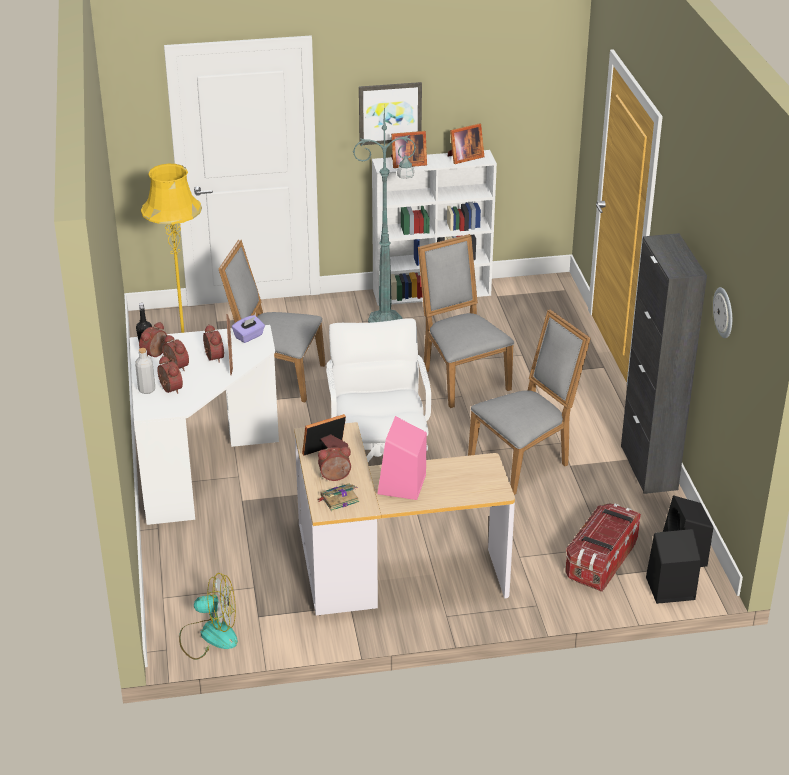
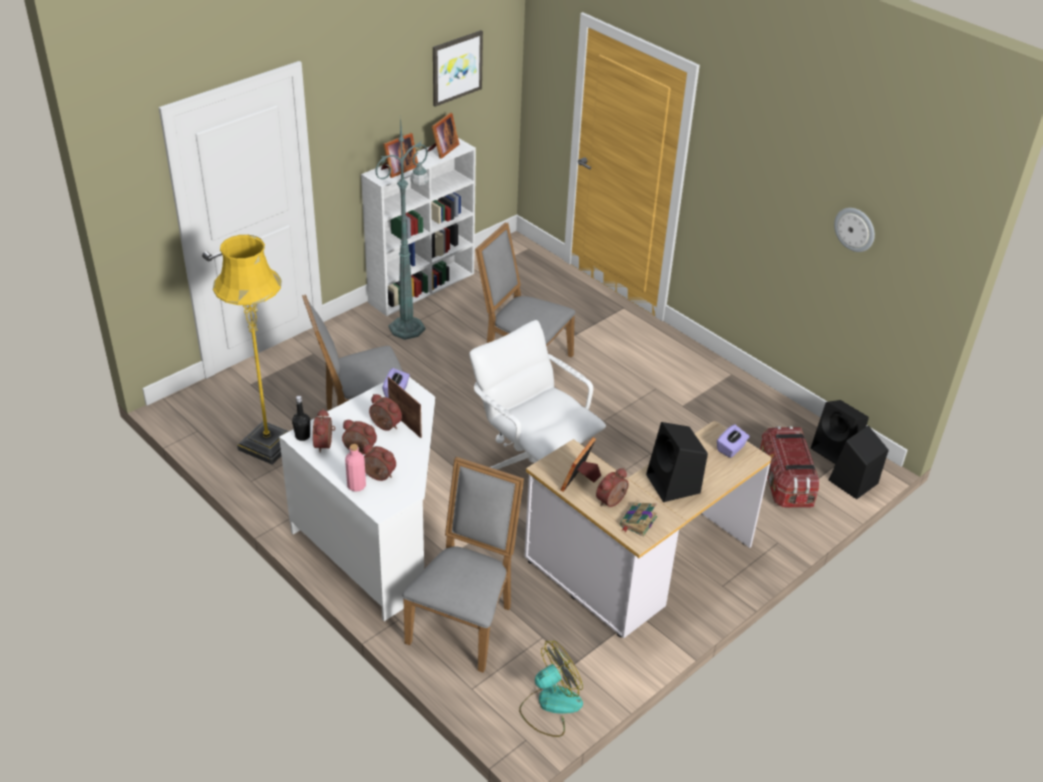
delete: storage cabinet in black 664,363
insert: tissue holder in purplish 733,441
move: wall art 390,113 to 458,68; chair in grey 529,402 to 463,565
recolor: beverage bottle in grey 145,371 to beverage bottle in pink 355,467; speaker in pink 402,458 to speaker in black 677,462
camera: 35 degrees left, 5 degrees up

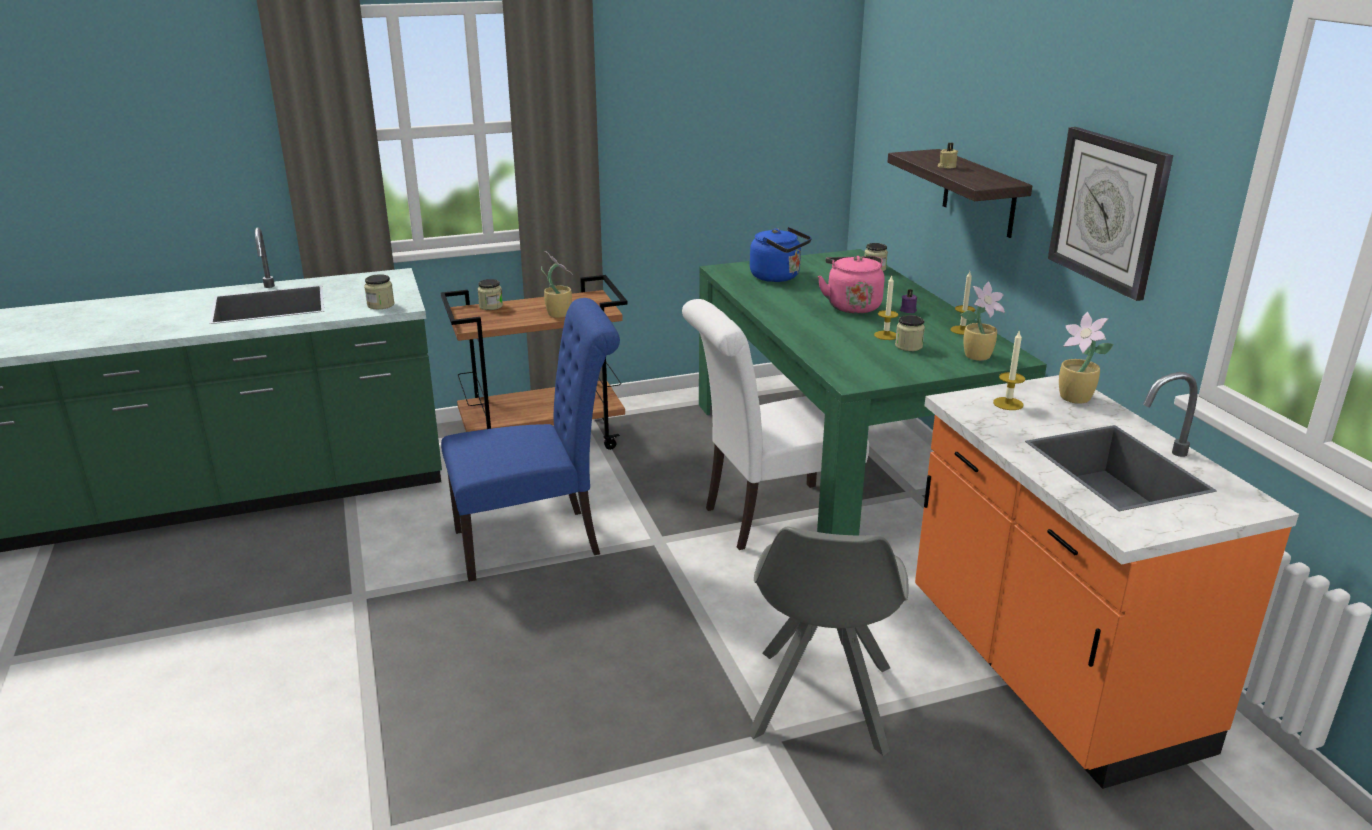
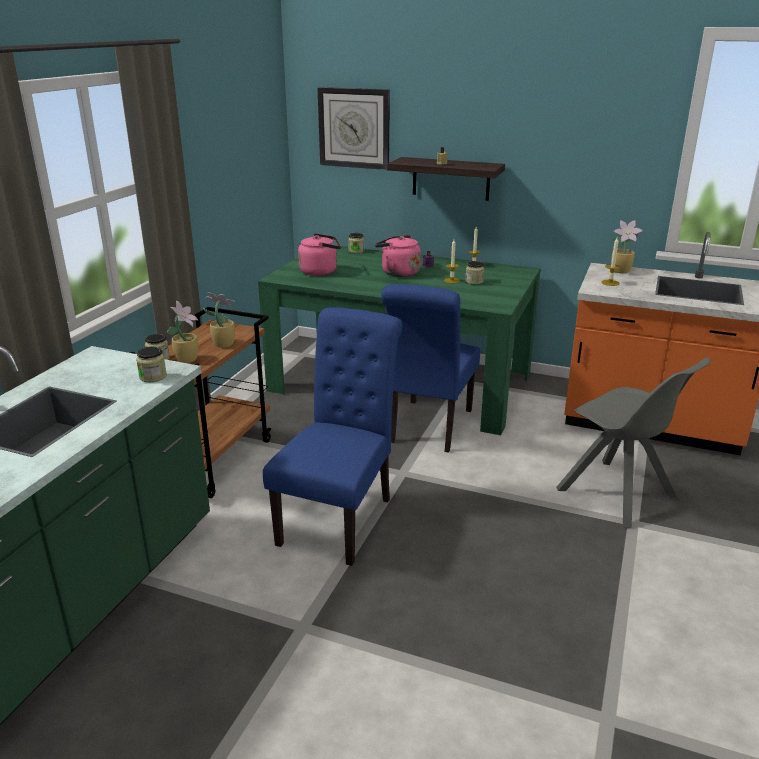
move: potted plant 982,321 to 182,332; clock on the wall 1110,214 to 354,128
recolor: chair in white-coloured 775,424 to chair in bluish 430,368; tea kettle in bluish 781,254 to tea kettle in pink 319,254
camera: 50 degrees left, 0 degrees up

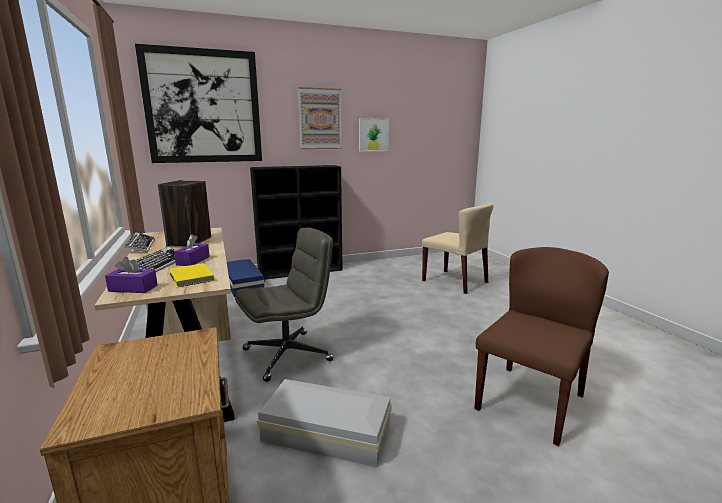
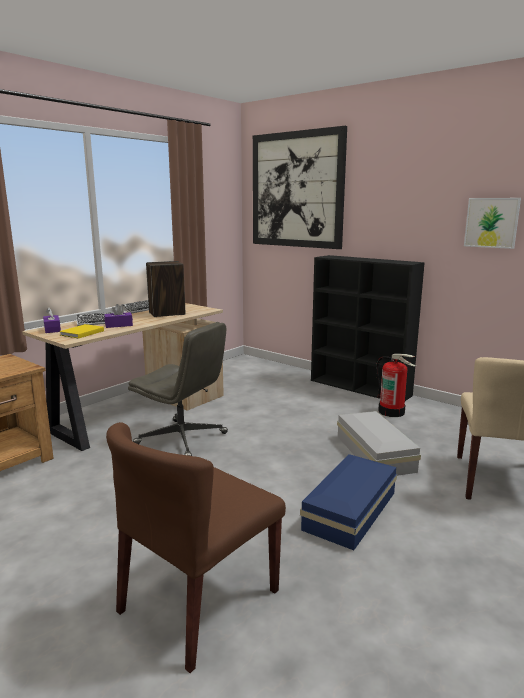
delete: wall art 320,118
insert: fire-fighting cylinder 396,385
move: storage container in bluish 246,278 to 348,502; storage container in white-coloured 324,423 to 379,443
rotate: chair in brown-coloured 541,346 = 196,547 120 degrees clockwise
camera: 60 degrees right, 0 degrees up

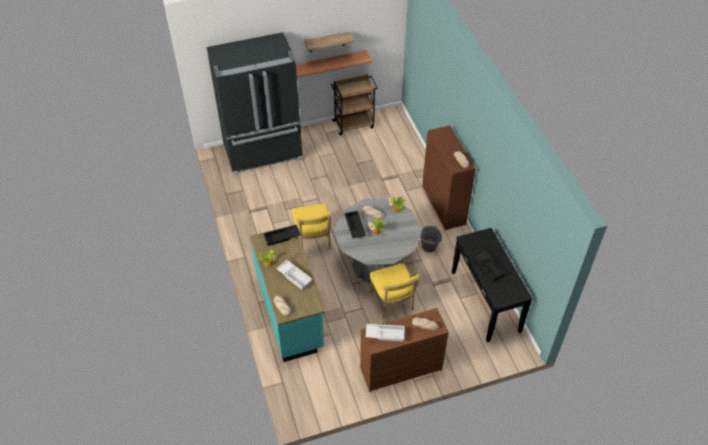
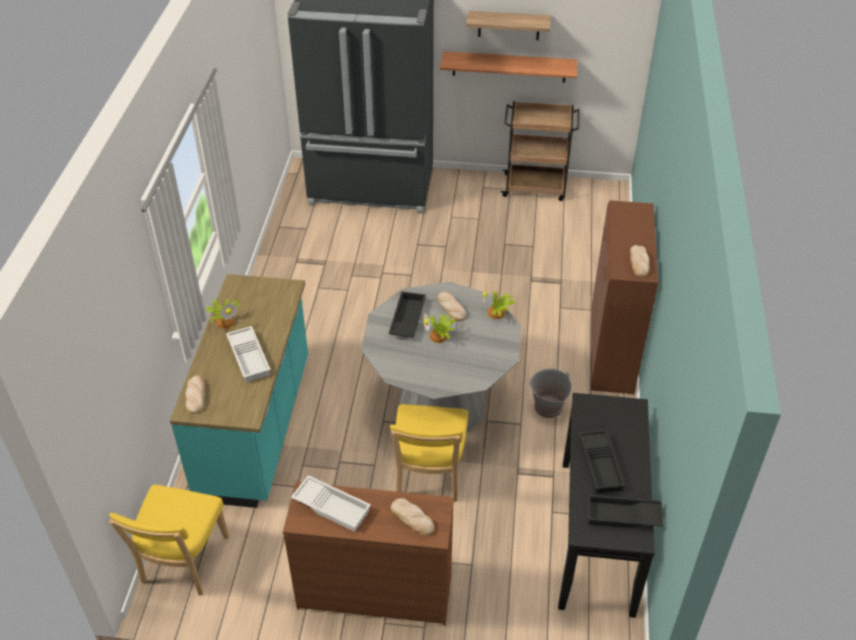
move: carrying tray in black 282,235 to 626,511; chair in yellowish 312,226 to 169,540
camera: 25 degrees right, 5 degrees down

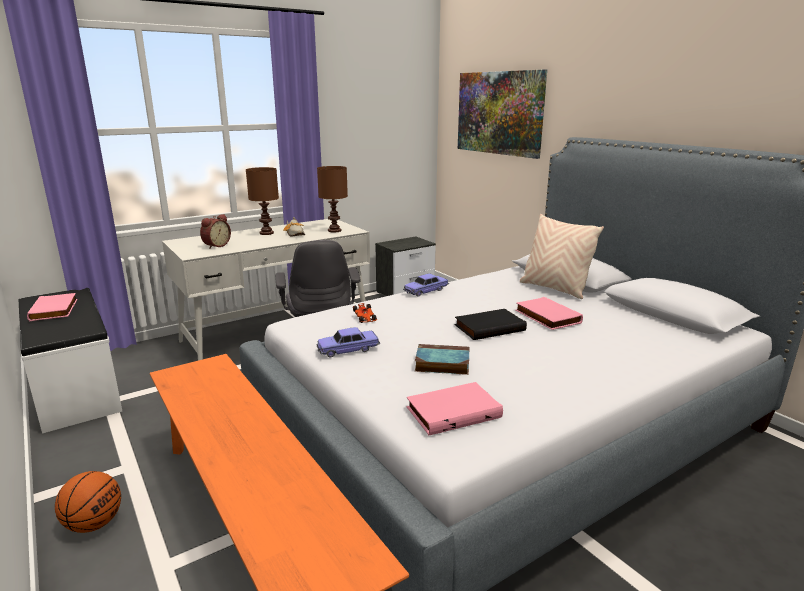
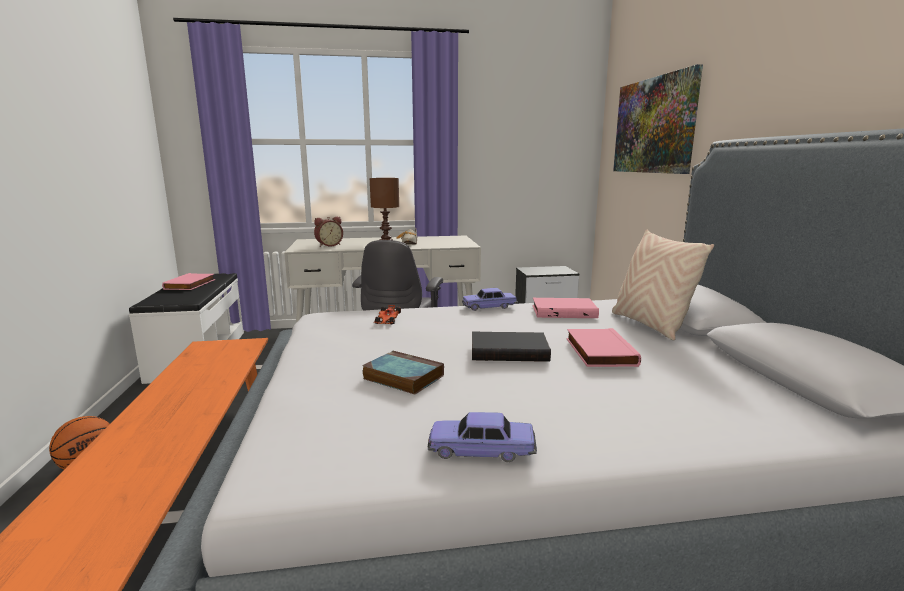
delete: tabletop lamp in brown-coloured 332,199
move: model car 348,342 to 482,437; book in pink 455,408 to 565,308
camera: 25 degrees right, 5 degrees down

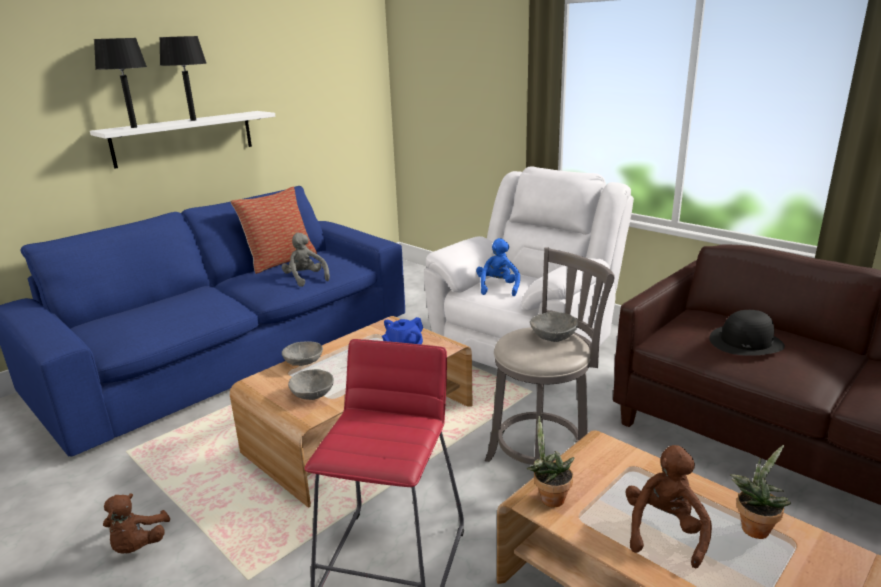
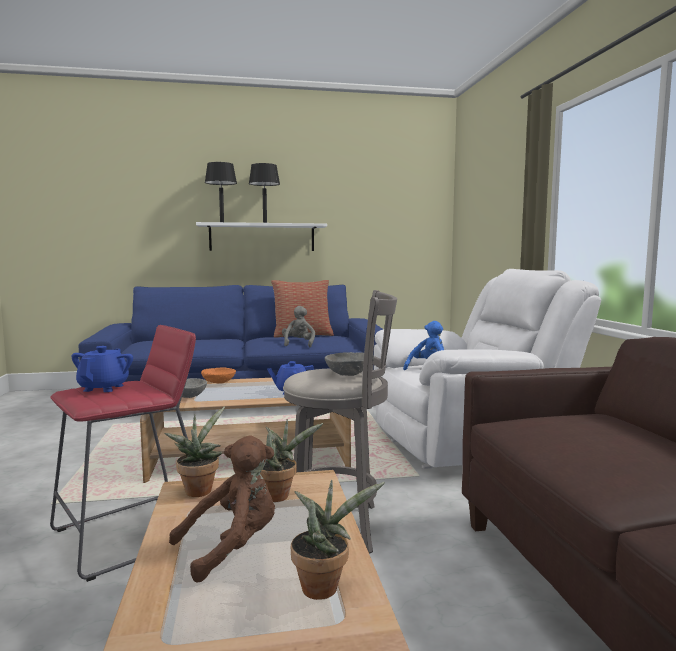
delete: cuddly toy in brown-coloured 136,523; clothing hat in black 747,333
insert: tea pot in bluish 102,369; potted plant 291,460
recolor: deep dish in grey 302,353 to deep dish in orange-coloured 218,375
camera: 35 degrees right, 15 degrees down

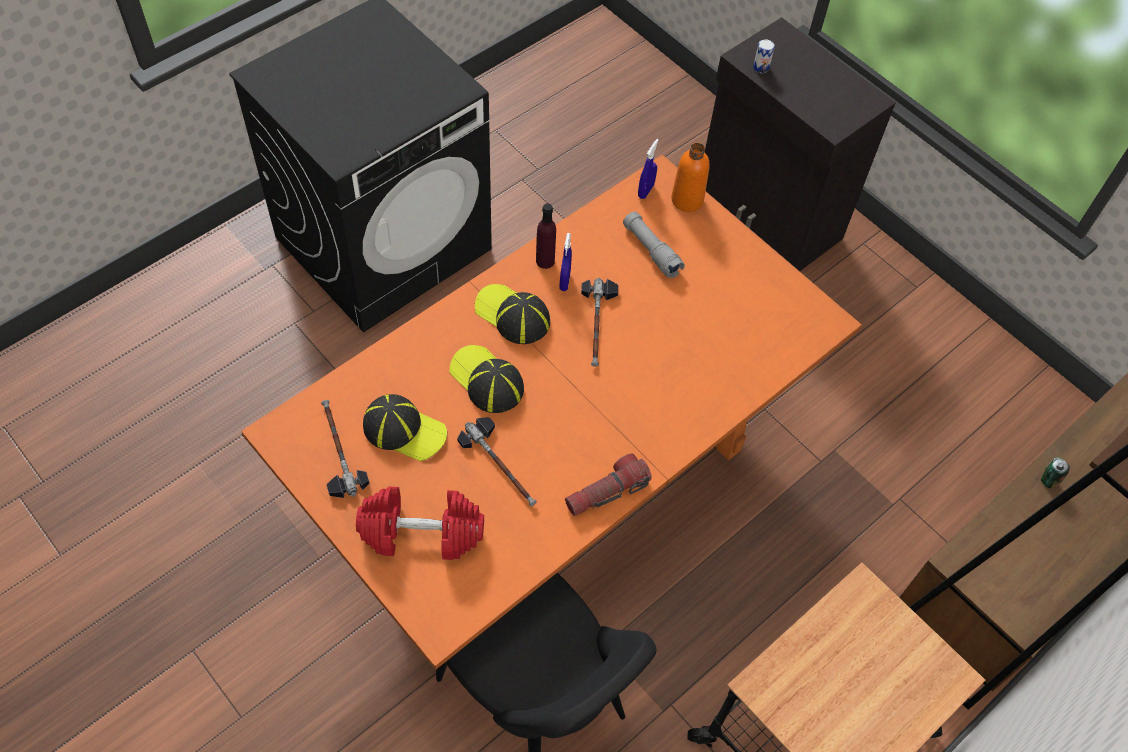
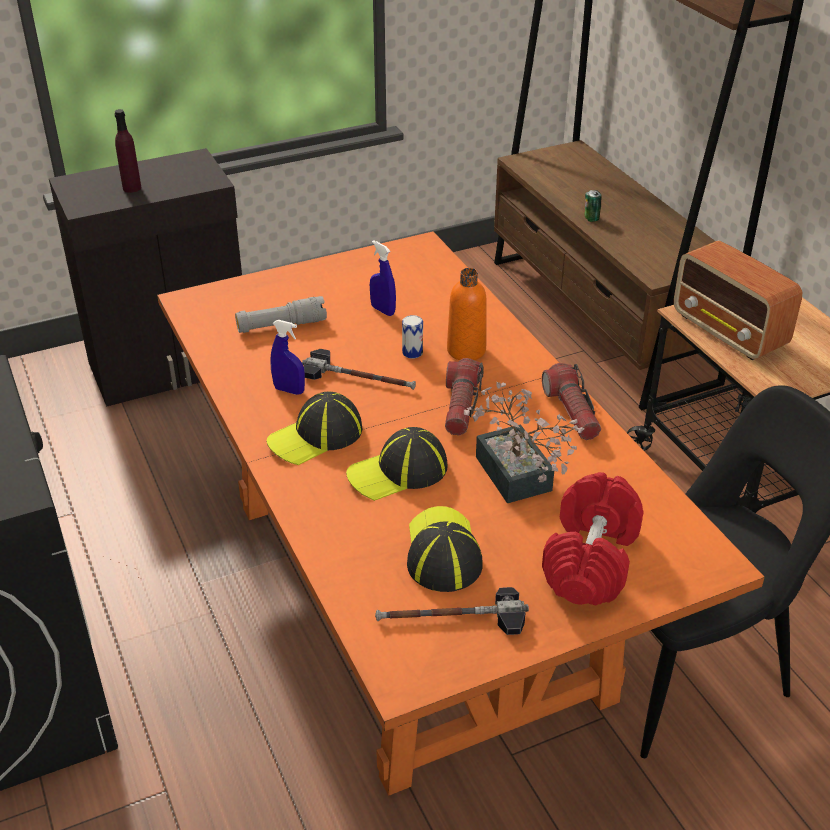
insert: flashlight 464,396; radio receiver 738,300
move: beverage bottle in purplish 546,236 to 127,151; spray bottle in bluish 648,169 to 383,278; beverage bottle in orange-coloured 690,177 to 467,314; can 764,56 to 412,337
replace: tool hammer 497,462 to potted plant 524,442
rotate: baseball cap 405,427 = 445,549 45 degrees counterclockwise
camera: 70 degrees left, 20 degrees down

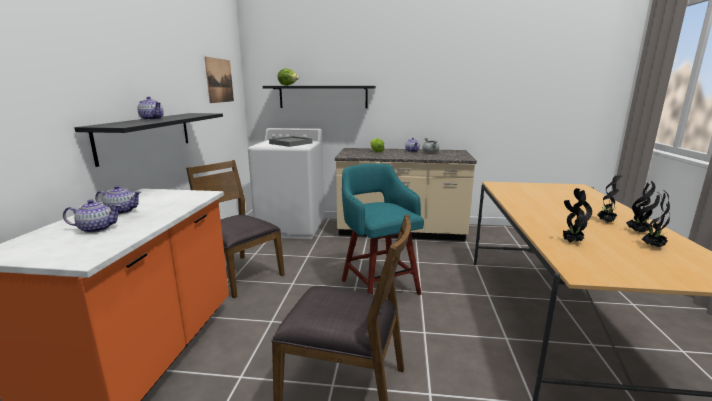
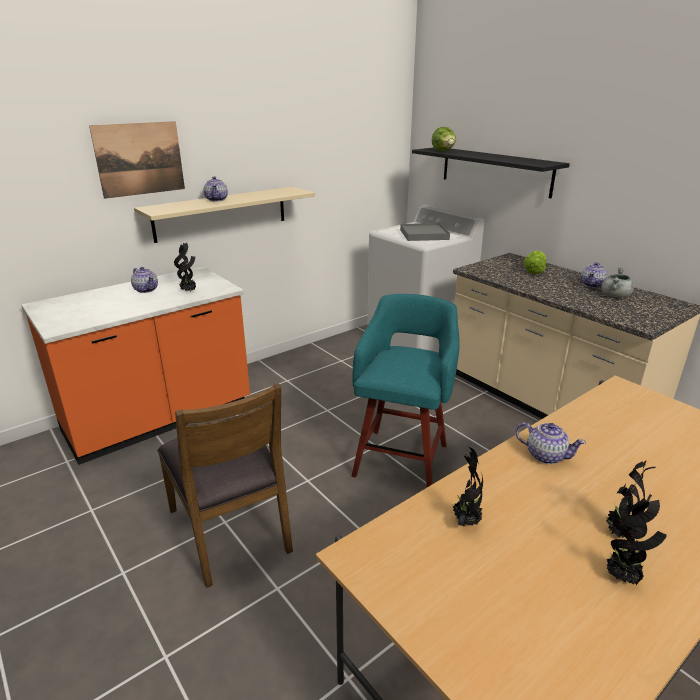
delete: chair in brown-coloured 235,229
move: tea pot 92,216 to 551,443; wall art 219,80 to 137,160; potted plant 656,219 to 185,267
recolor: bracket shelf in black 148,140 to bracket shelf in beige-coloured 224,215
camera: 45 degrees right, 10 degrees up

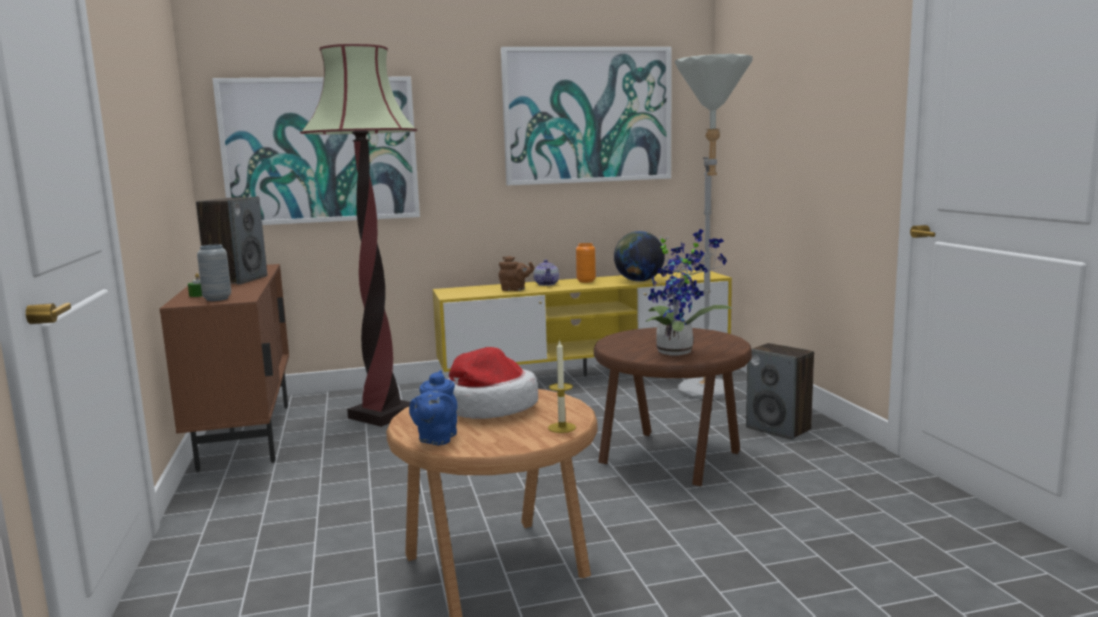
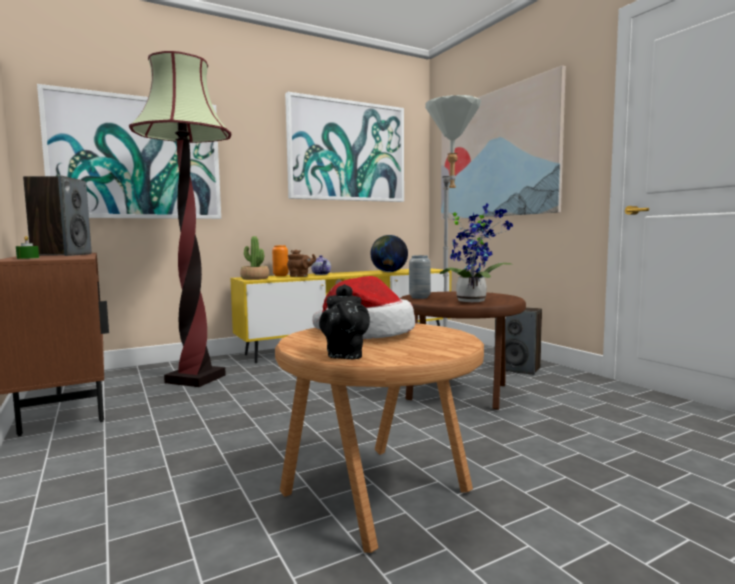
delete: candle 562,386
insert: potted plant 254,258; wall art 503,142
move: decorative vase in grey 214,273 to 420,277; decorative vase in orange-coloured 586,263 to 280,260
recolor: tea pot in bluish 433,407 to tea pot in black 344,322
camera: 15 degrees left, 5 degrees down

